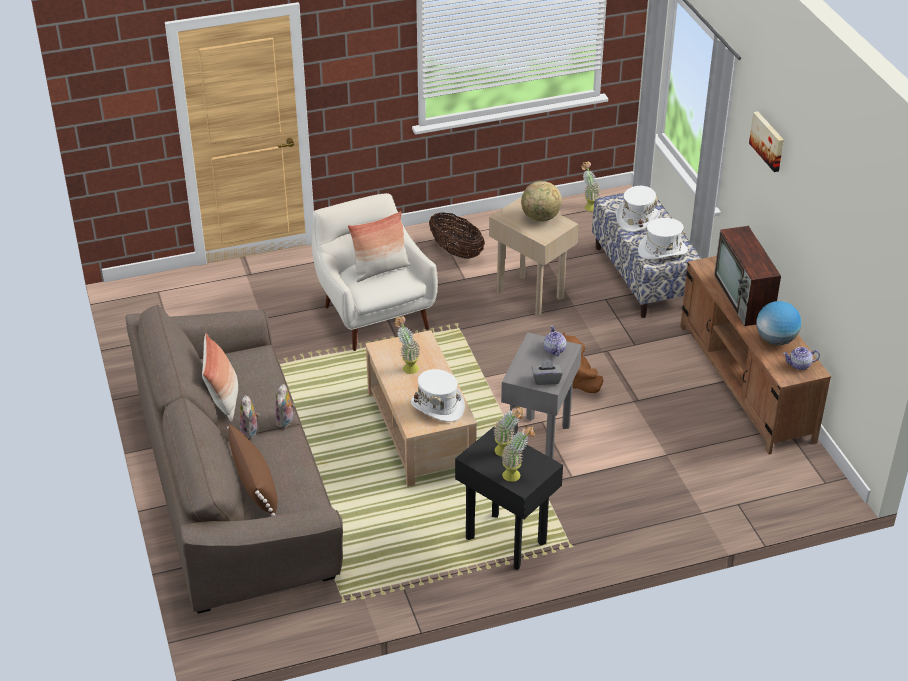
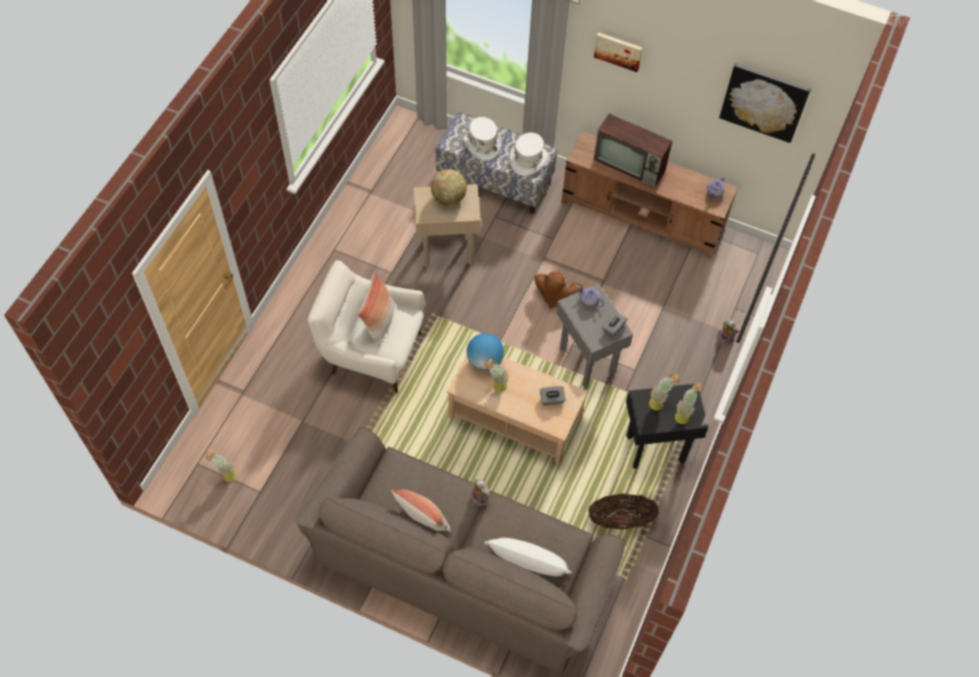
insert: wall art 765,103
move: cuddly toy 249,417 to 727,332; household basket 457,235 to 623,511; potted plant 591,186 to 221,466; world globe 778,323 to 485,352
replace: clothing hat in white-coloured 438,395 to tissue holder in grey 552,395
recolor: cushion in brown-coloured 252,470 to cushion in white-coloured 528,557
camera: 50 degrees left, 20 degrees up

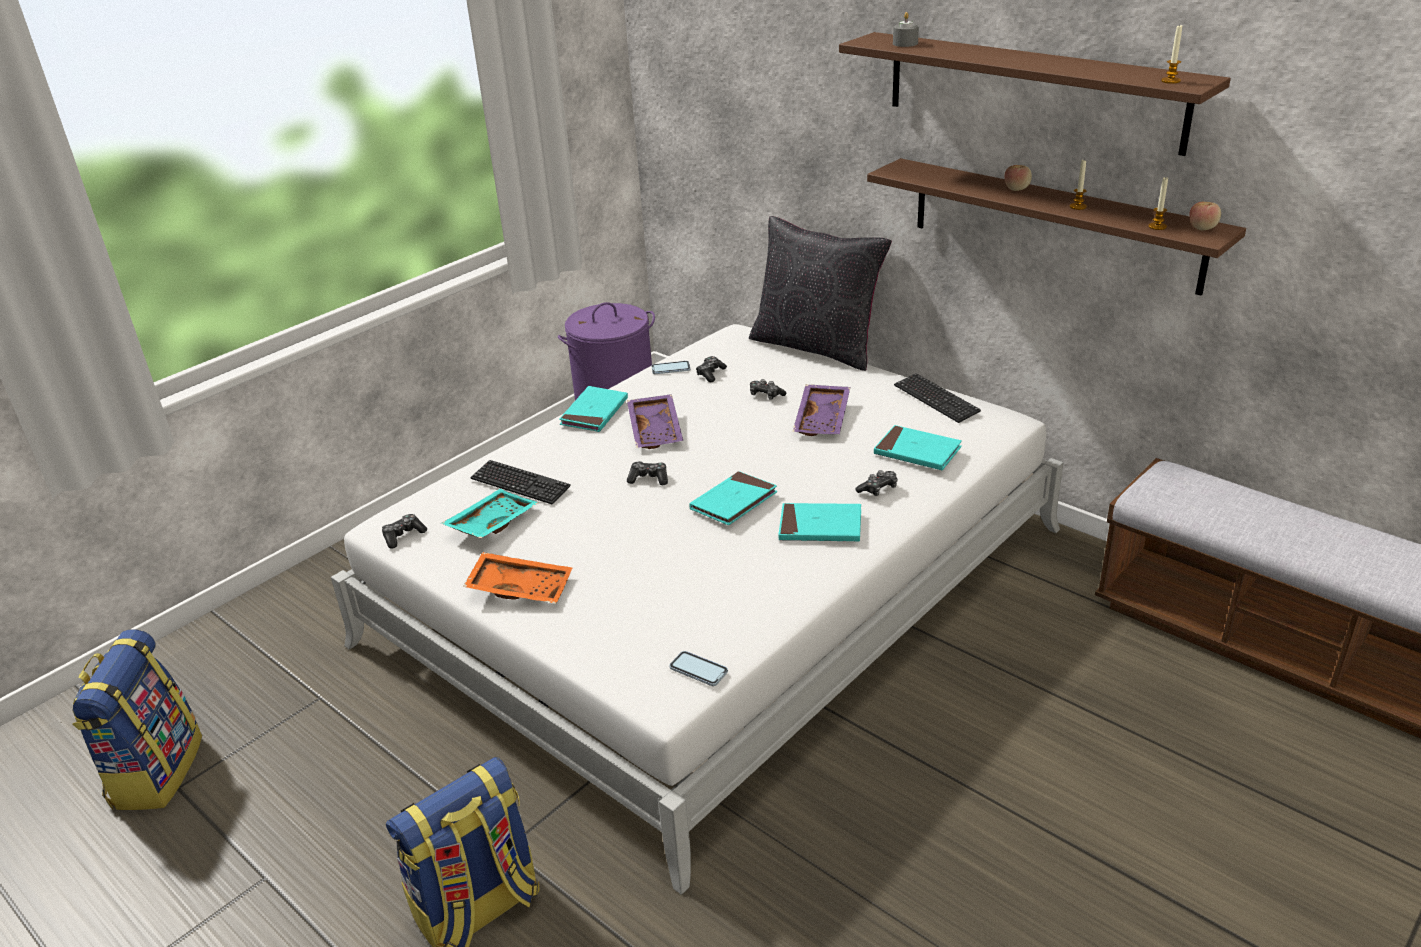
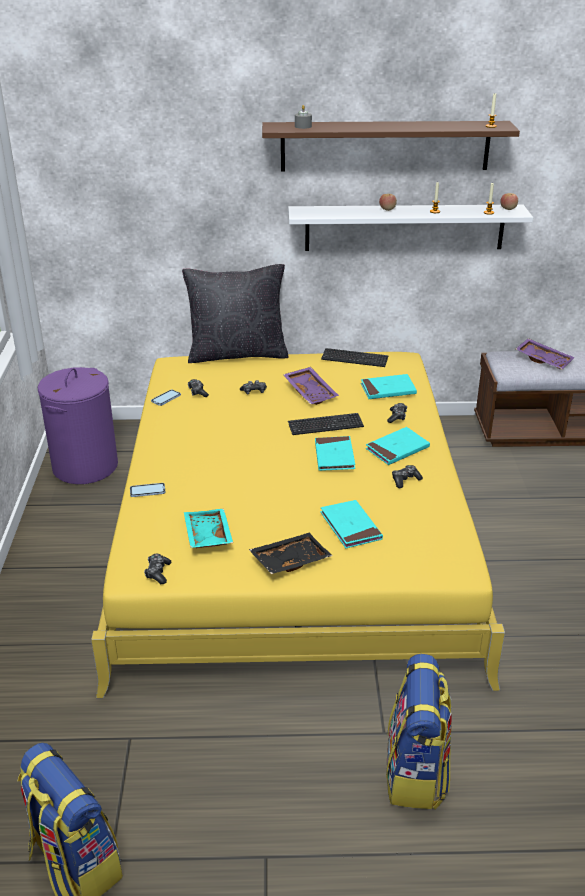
move: PC keyboard 520,482 to 326,424; book in turquoise 593,409 to 351,524; carrying tray in purplish 655,421 to 545,353; game controller 647,473 to 407,476; telephone 698,668 to 148,490
recolor: bed in white-coloured 697,609 to bed in yellowish 298,525; carrying tray in orange-coloured 517,578 to carrying tray in black 290,553; bracket shelf in brown-coloured 1056,227 to bracket shelf in white-coloured 410,228
camera: 45 degrees left, 0 degrees up

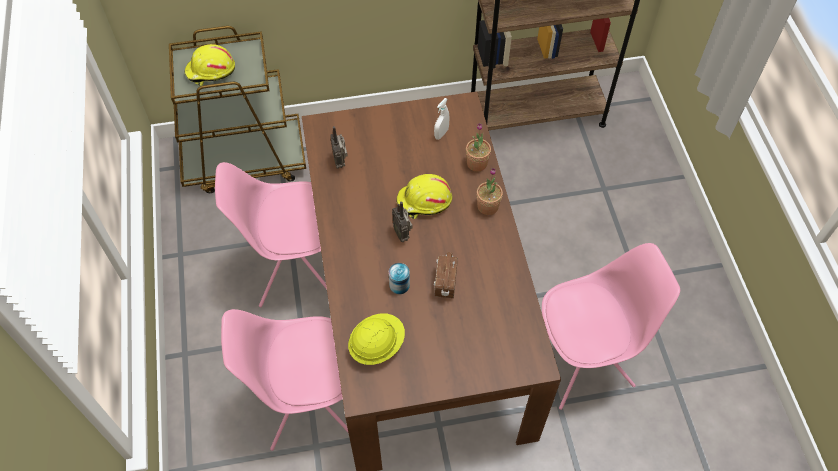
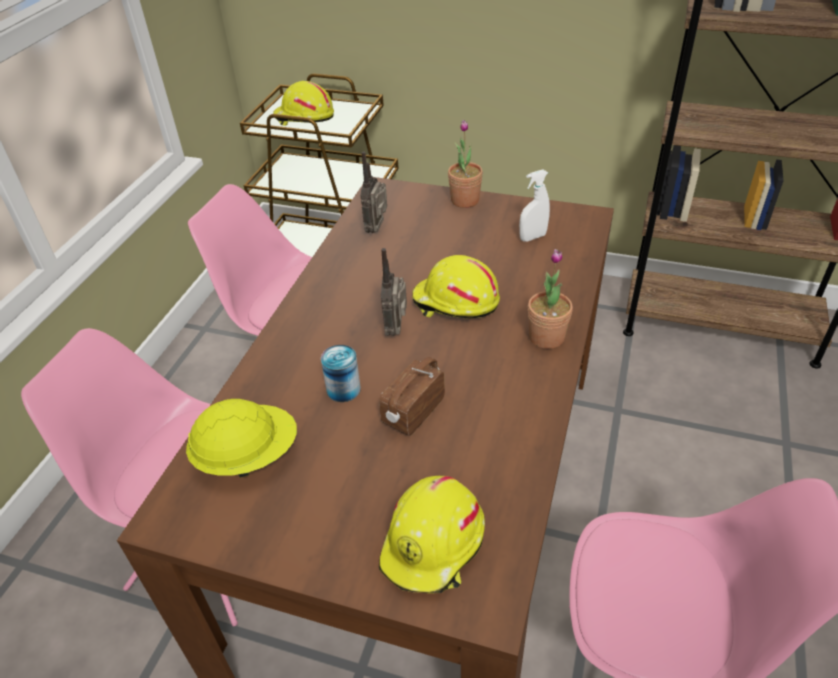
insert: work helmet in yellowish 432,534
move: potted plant 478,147 to 465,164
camera: 30 degrees right, 15 degrees down

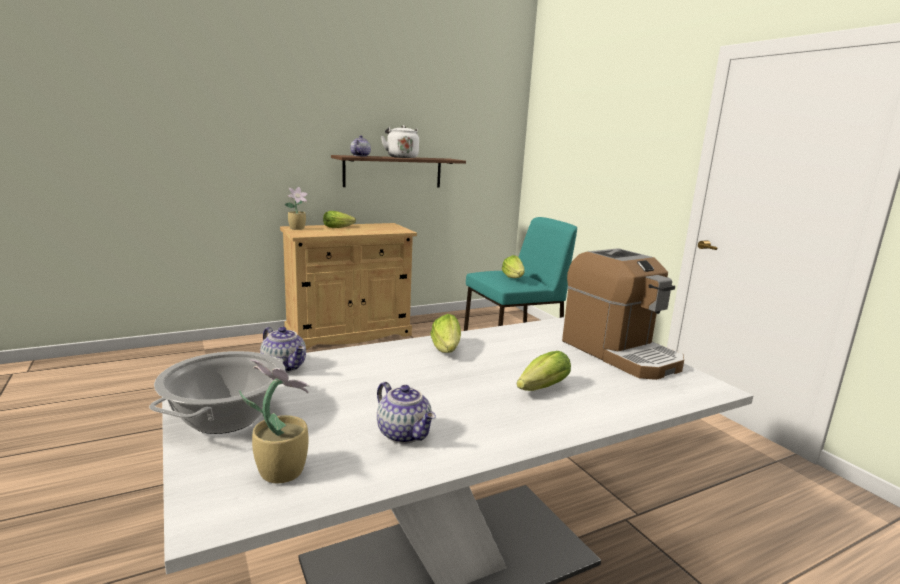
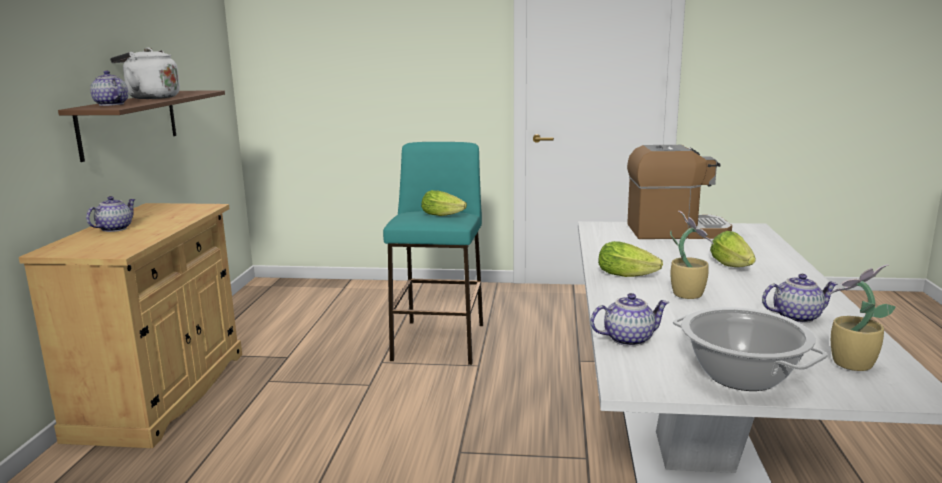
move: potted plant 296,208 to 691,254
replace: lettuce head 339,219 to tea pot 111,214
camera: 55 degrees left, 0 degrees up

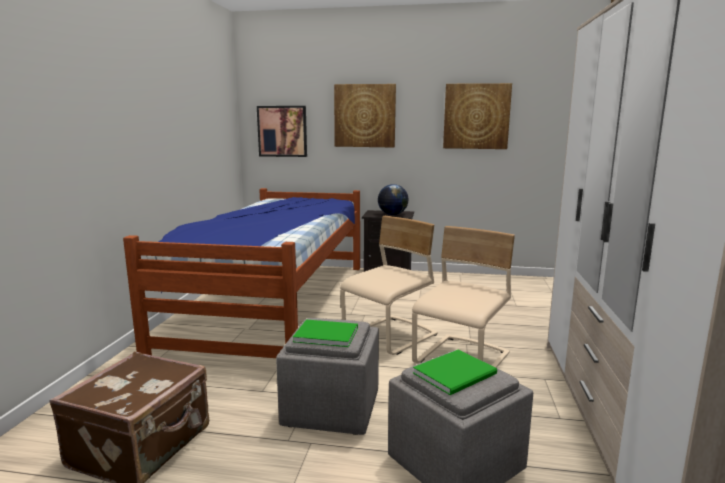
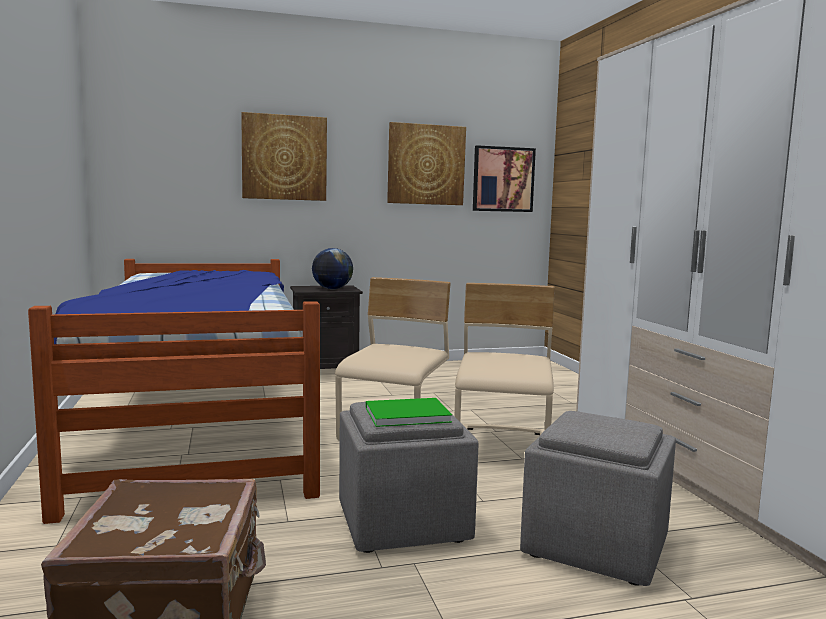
delete: book in green-coloured 455,372
move: wall art 282,131 to 504,178
camera: 25 degrees left, 5 degrees down

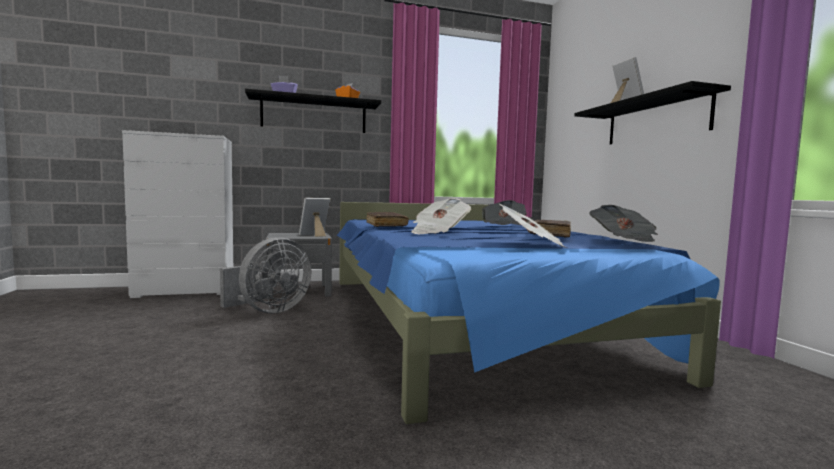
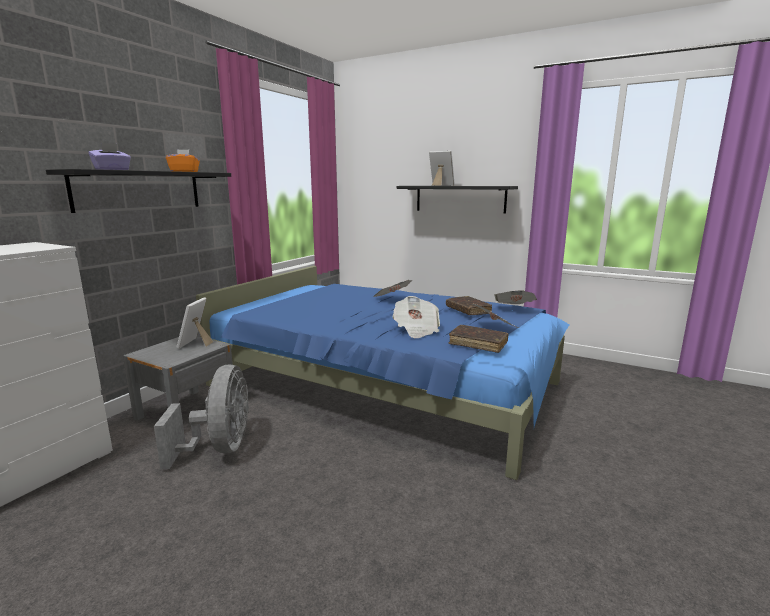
move: book in brown-coloured 387,219 to 479,339
camera: 45 degrees left, 10 degrees up

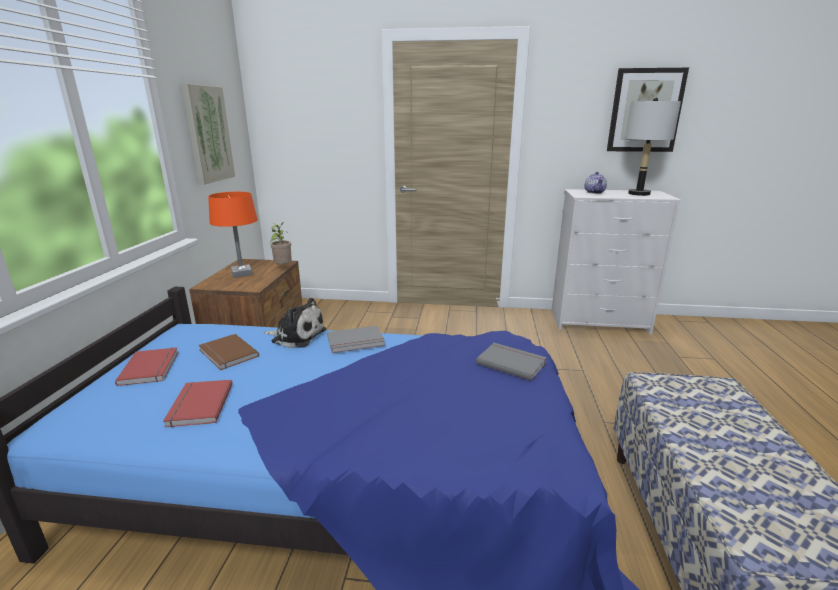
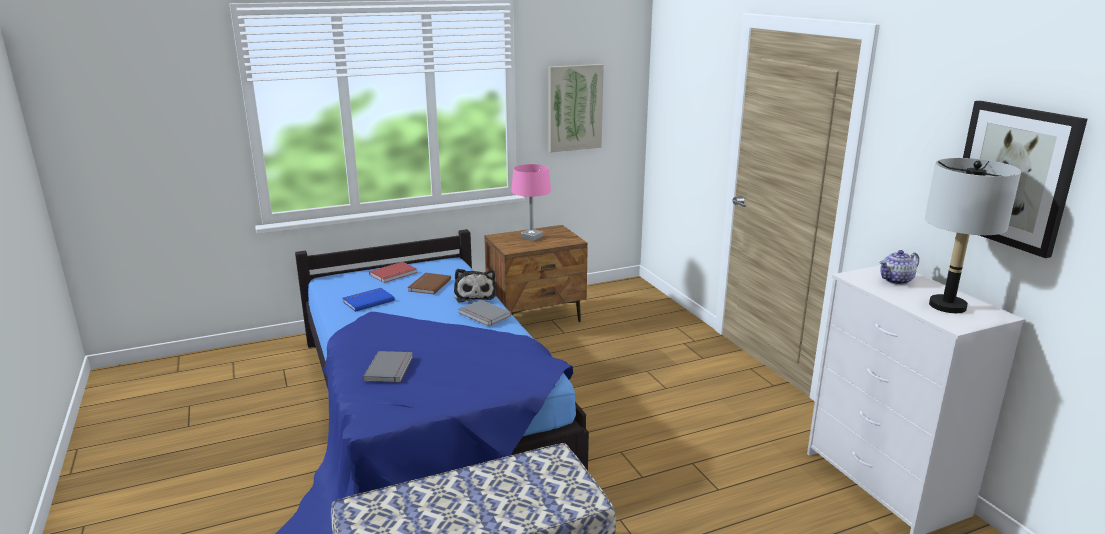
delete: potted plant 281,243
move: book in grey 511,362 to 388,367
recolor: book in red-coloured 198,403 to book in bluish 368,300; tabletop lamp in orange-coloured 233,235 to tabletop lamp in pink 531,202
camera: 60 degrees right, 0 degrees up

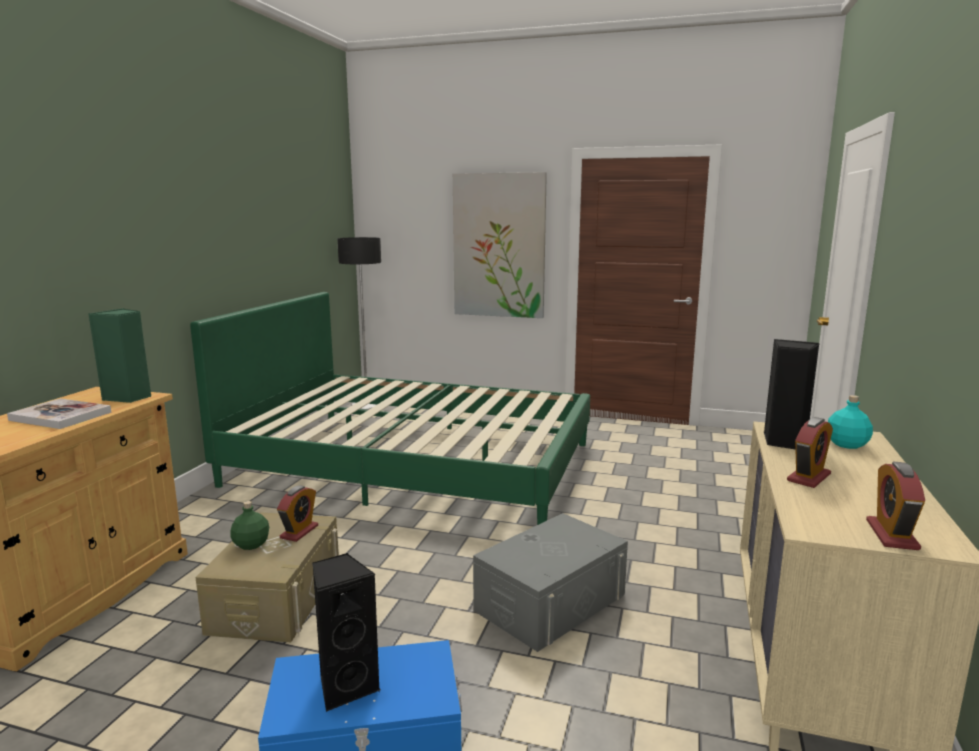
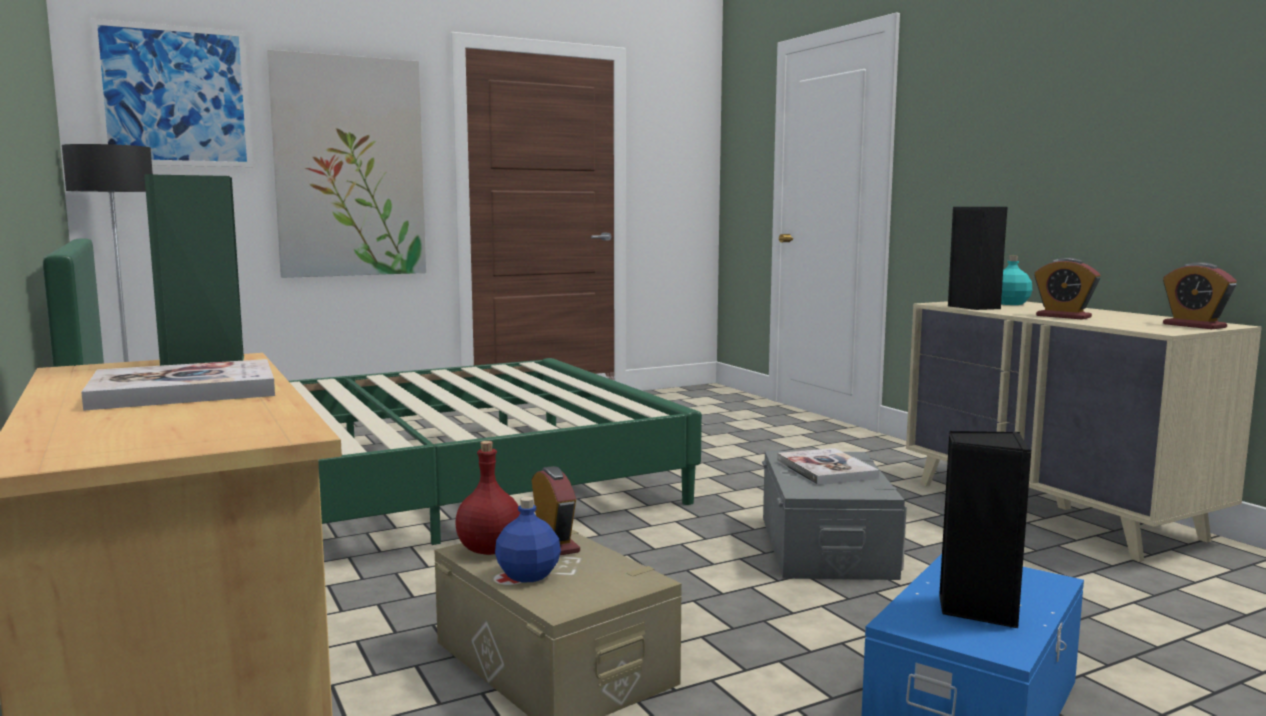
insert: wall art 171,93; beverage bottle in red-coloured 487,498; book 828,466
recolor: beverage bottle in green-coloured 249,525 to beverage bottle in bluish 528,540
rotate: alarm clock 810,452 = 1067,289 135 degrees clockwise
camera: 45 degrees left, 5 degrees down

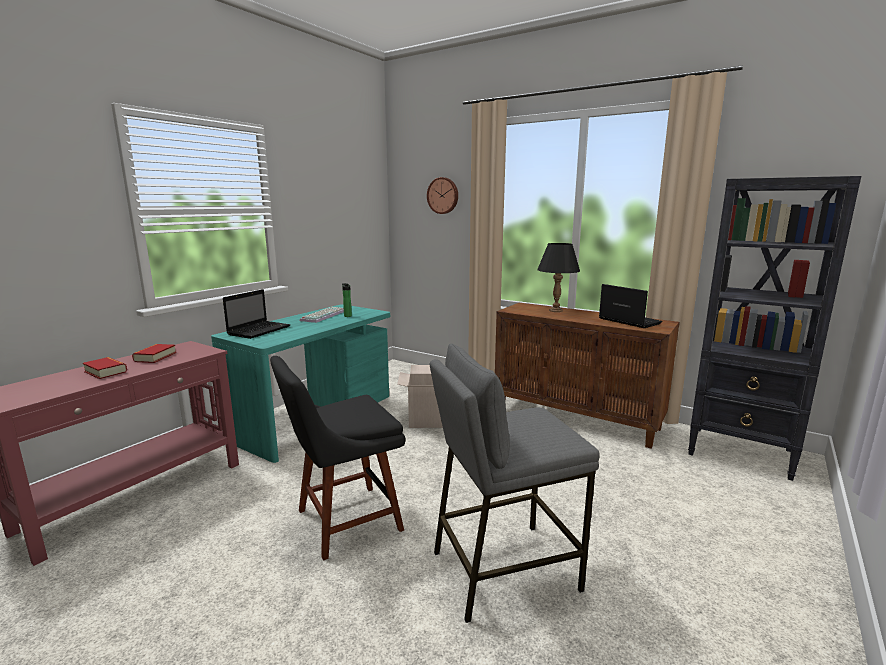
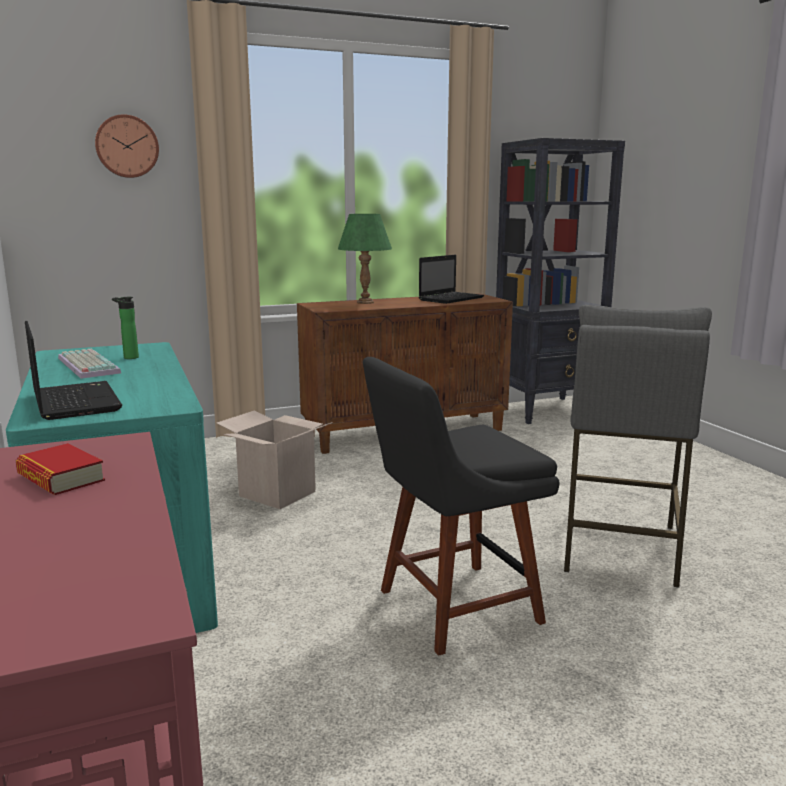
delete: book 105,368
recolor: tabletop lamp in black 558,277 to tabletop lamp in green-coloured 365,259
rotate: chair in black 337,458 = 461,506 60 degrees clockwise; laptop 630,306 = 451,279 135 degrees clockwise
camera: 55 degrees left, 0 degrees up

